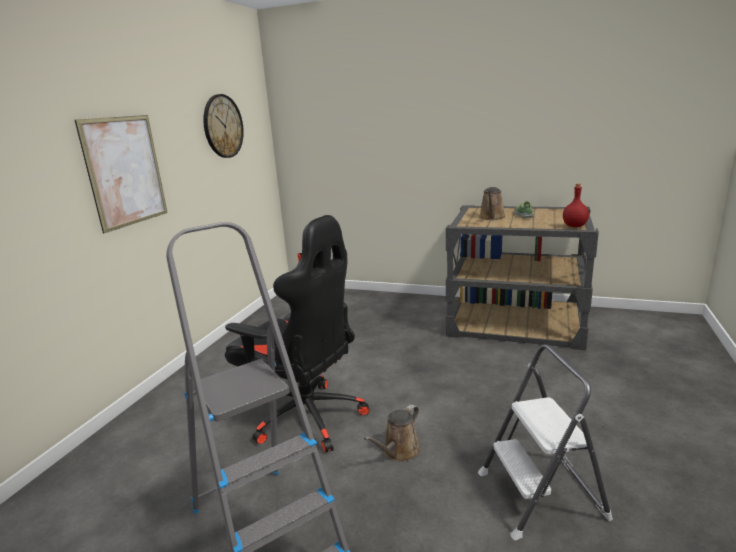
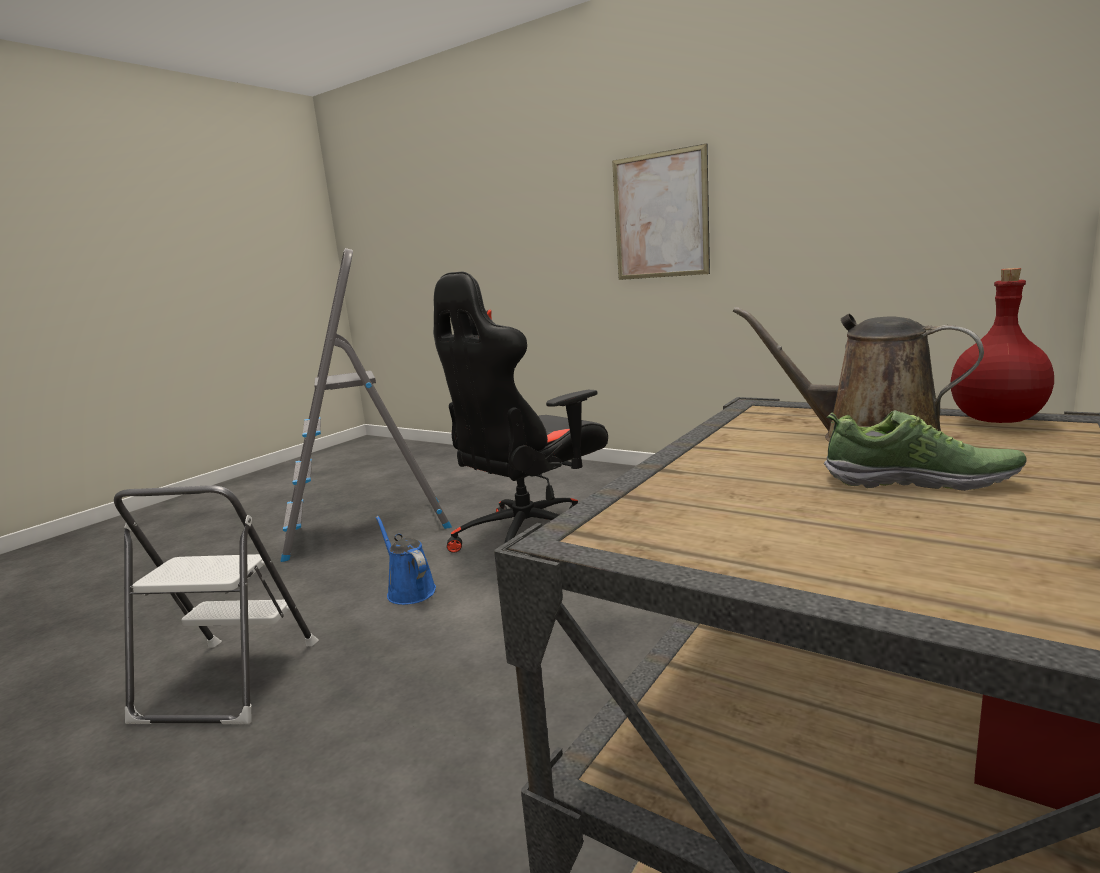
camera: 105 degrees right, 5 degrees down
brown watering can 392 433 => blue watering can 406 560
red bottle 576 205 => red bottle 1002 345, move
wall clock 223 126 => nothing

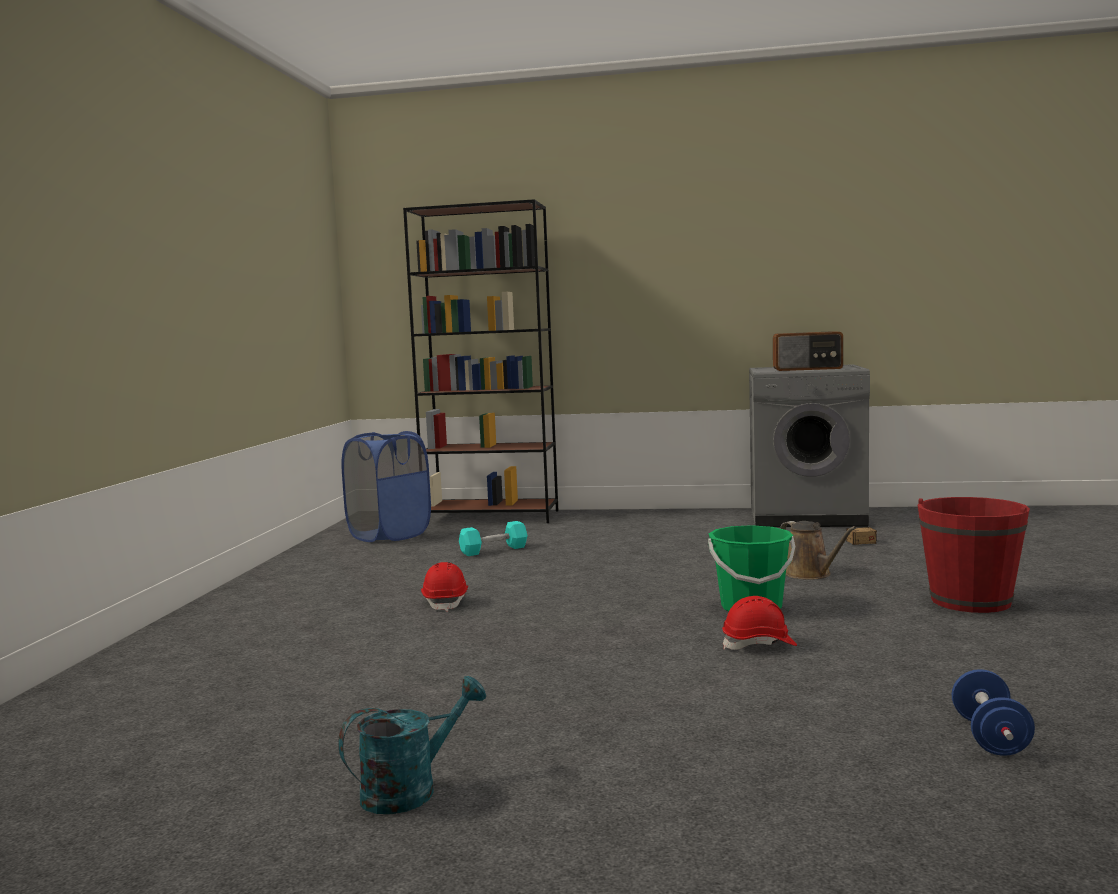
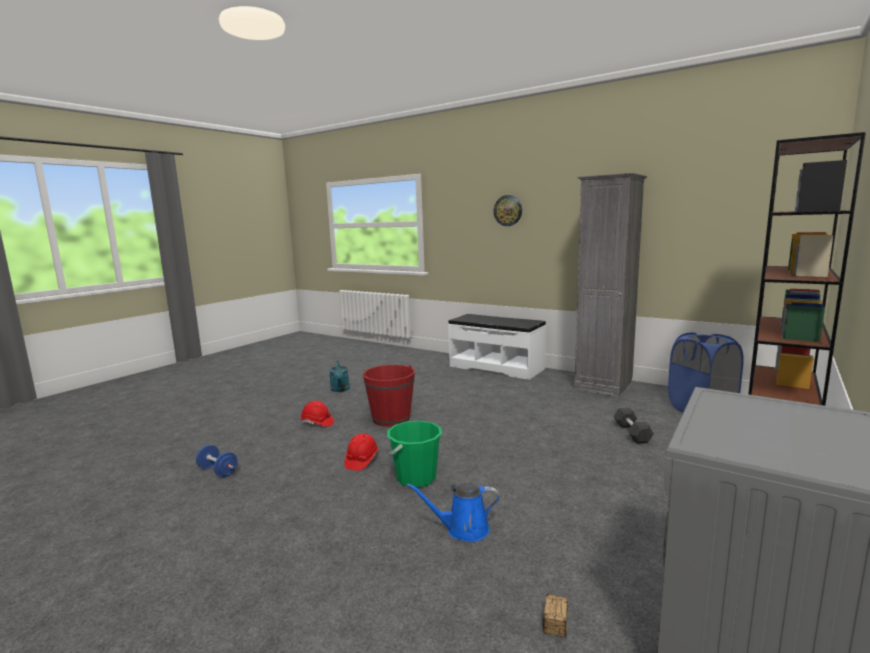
camera: 115 degrees right, 5 degrees up
red hard hat 444 587 => red hard hat 317 414, move
red bucket 974 555 => red bucket 389 396, move
brown watering can 818 550 => blue watering can 453 512
nothing => white bench 497 347
nothing => wall clock 508 210
nothing => grey cabinet 610 285
turquoise dumbbell 493 538 => grey dumbbell 633 425
radio 808 351 => nothing

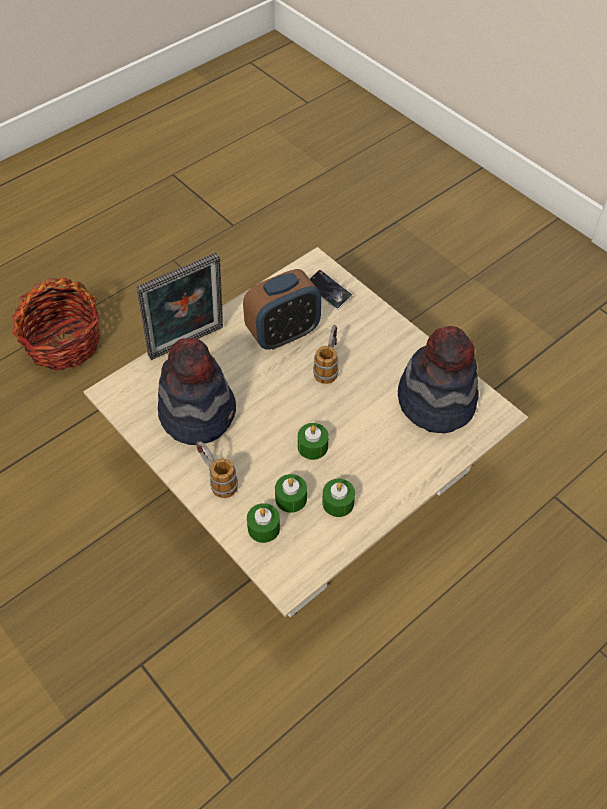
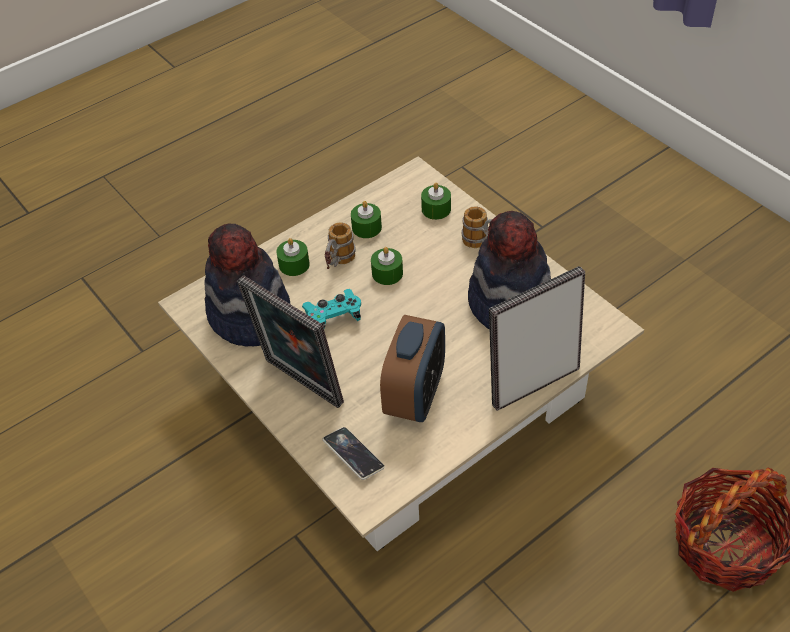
camera: 175 degrees left, 5 degrees down
nothing => picture frame 290 341
green candle 291 493 => green candle 293 257, move
nothing => turquoise game controller 331 309
mug 326 354 => mug 340 246, move
alarm clock 282 309 => alarm clock 412 368, 135 degrees clockwise

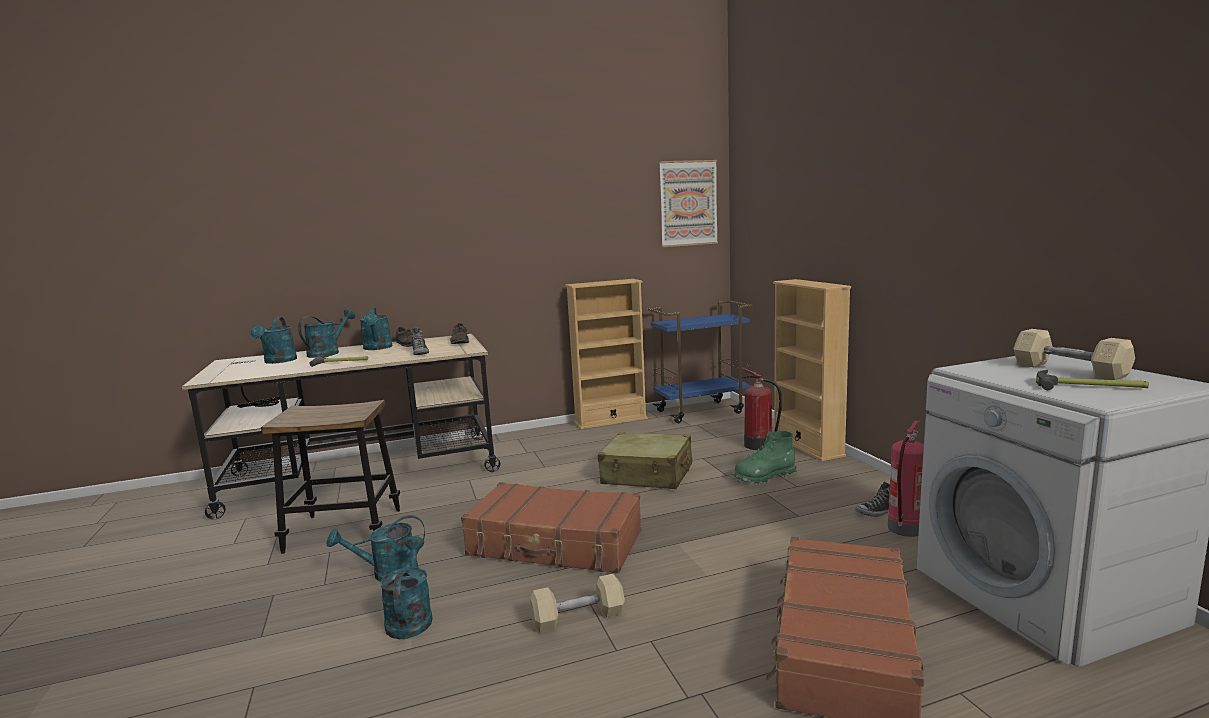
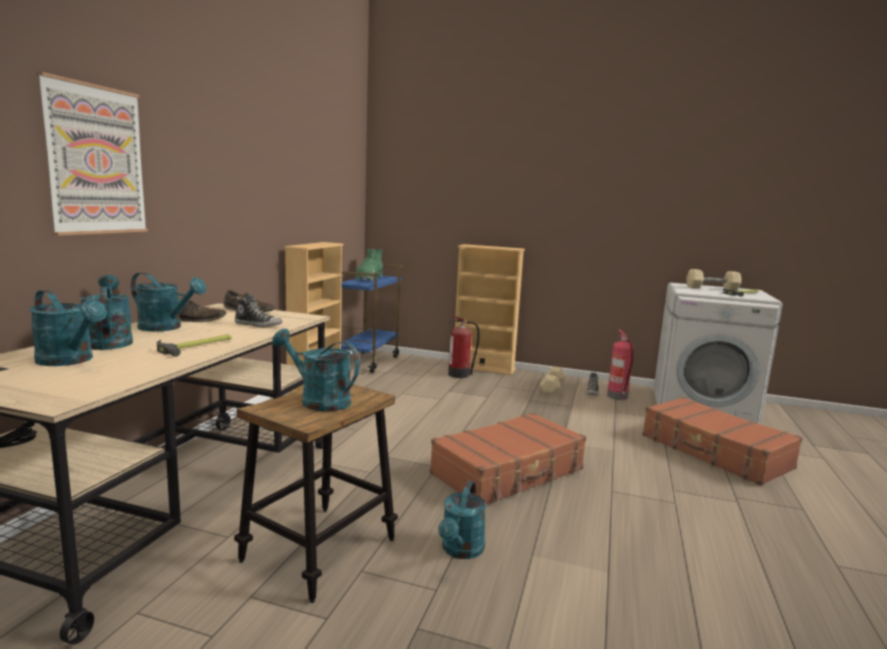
camera: 55 degrees left, 0 degrees up
picture 688 203 => picture 92 154, move
turquoise watering can 406 587 => turquoise watering can 316 370, move
green boot 765 458 => green boot 369 264, move
beige dumbbell 577 603 => beige dumbbell 552 380, move
beige suitcase 645 460 => nothing

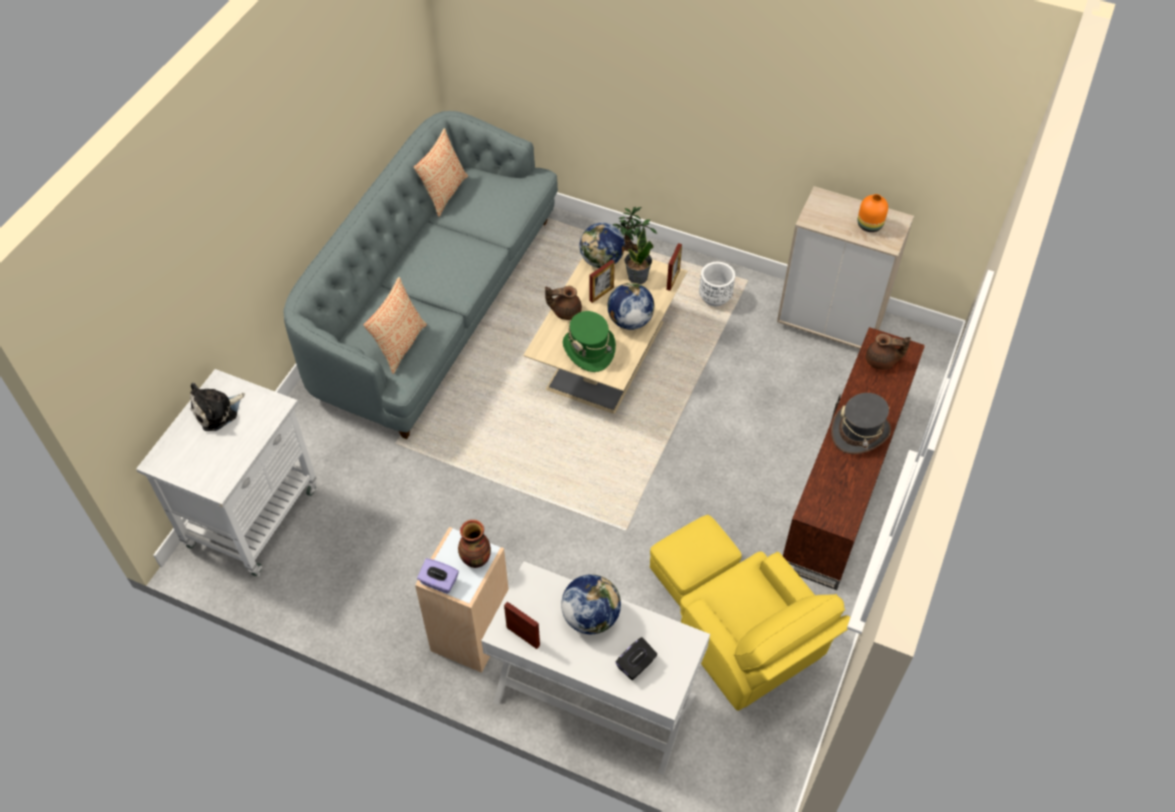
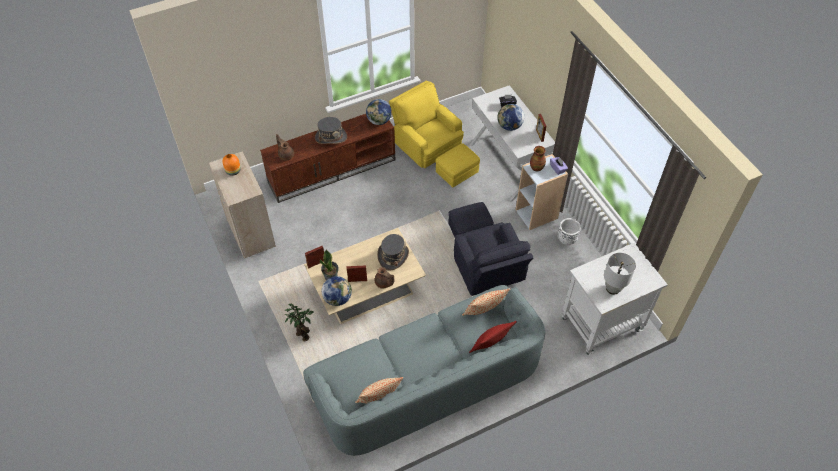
camera: 140 degrees left, 0 degrees up
globe 631 306 => globe 379 112, move
green hat 589 341 => grey hat 393 252
yellow armchair 750 613 => yellow armchair 434 134, 45 degrees counterclockwise
nothing => black armchair 490 249
nothing => red pillow 493 337
white planter 717 284 => white planter 569 231, move
plush toy 217 407 => white table lamp 620 274

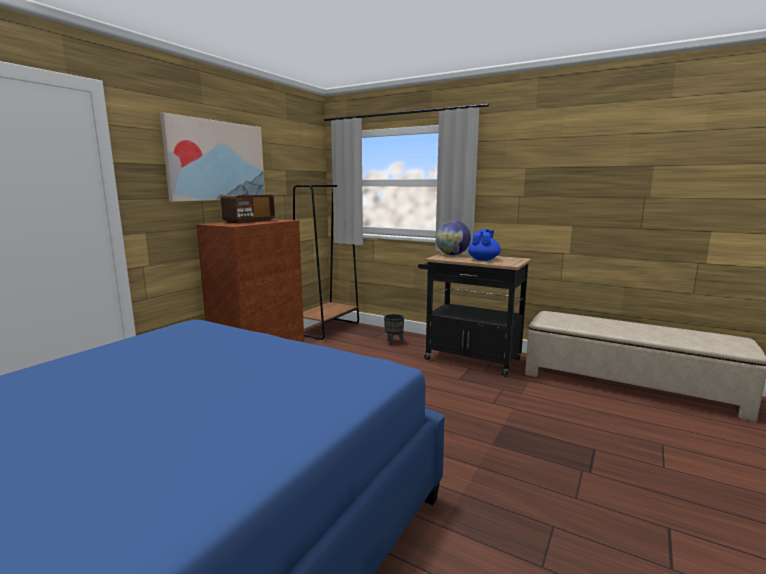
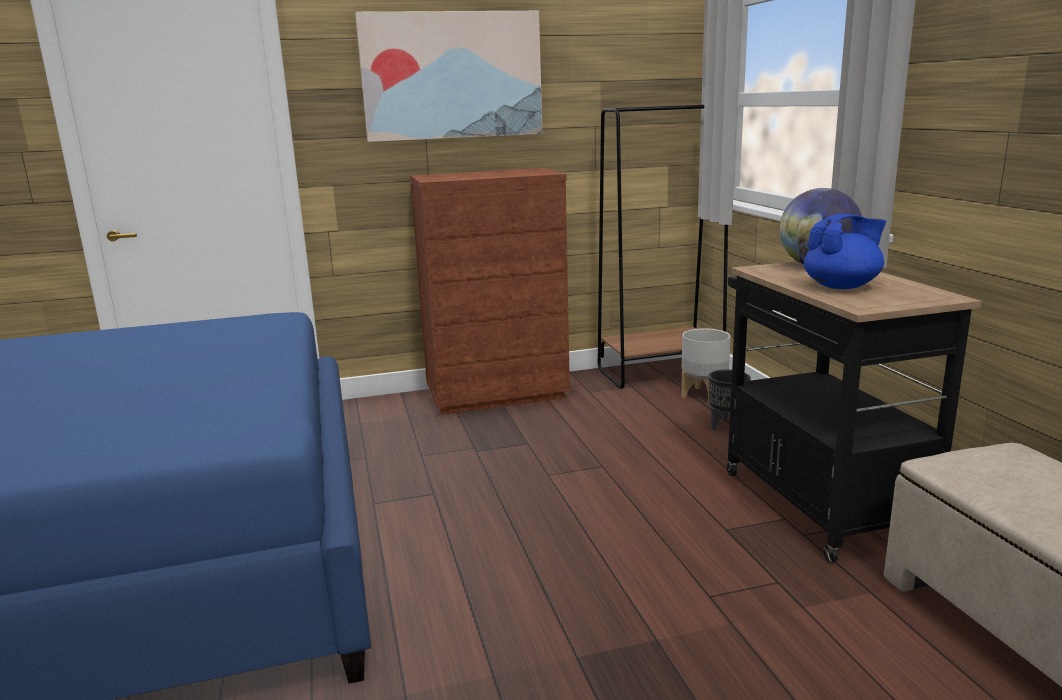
camera: 45 degrees right, 5 degrees up
nothing => grey planter 706 366
radio 248 209 => nothing

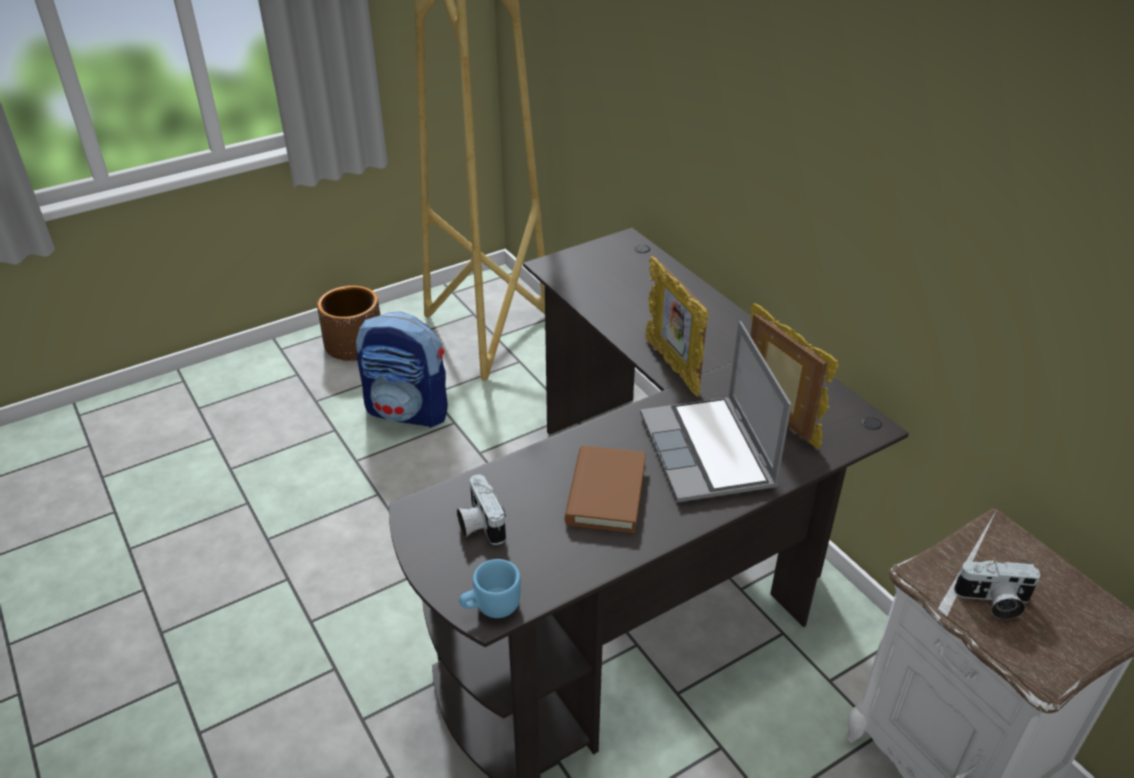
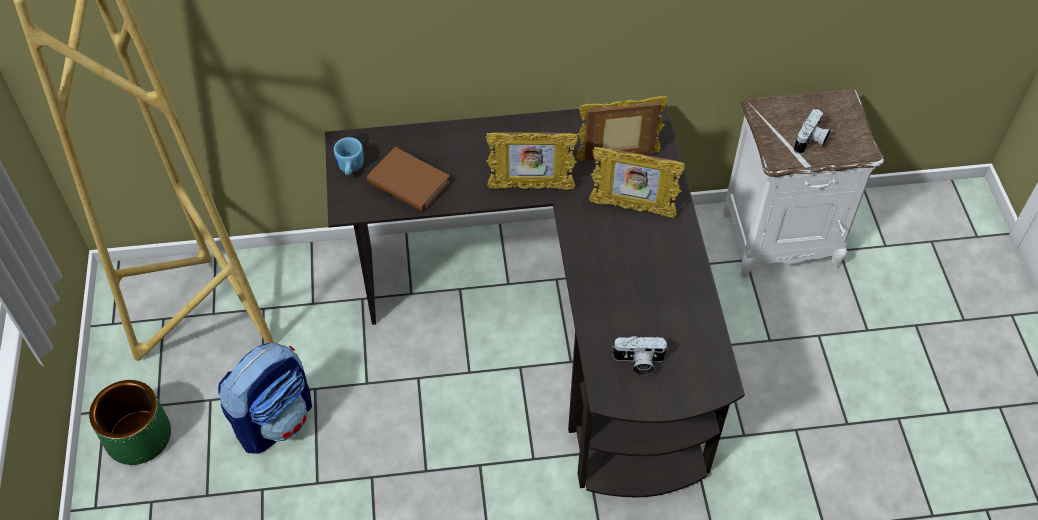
camera: 65 degrees left, 15 degrees up
brown planter 348 323 => green planter 130 422
blue mug 490 588 => blue mug 349 156, move
brown book 605 489 => brown book 409 179, move
laptop 716 411 => picture frame 637 182

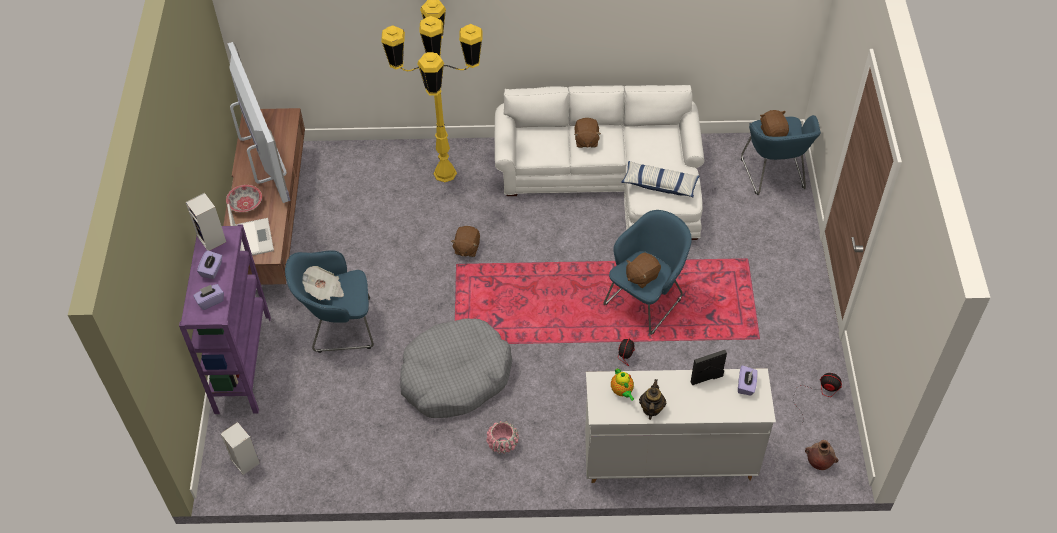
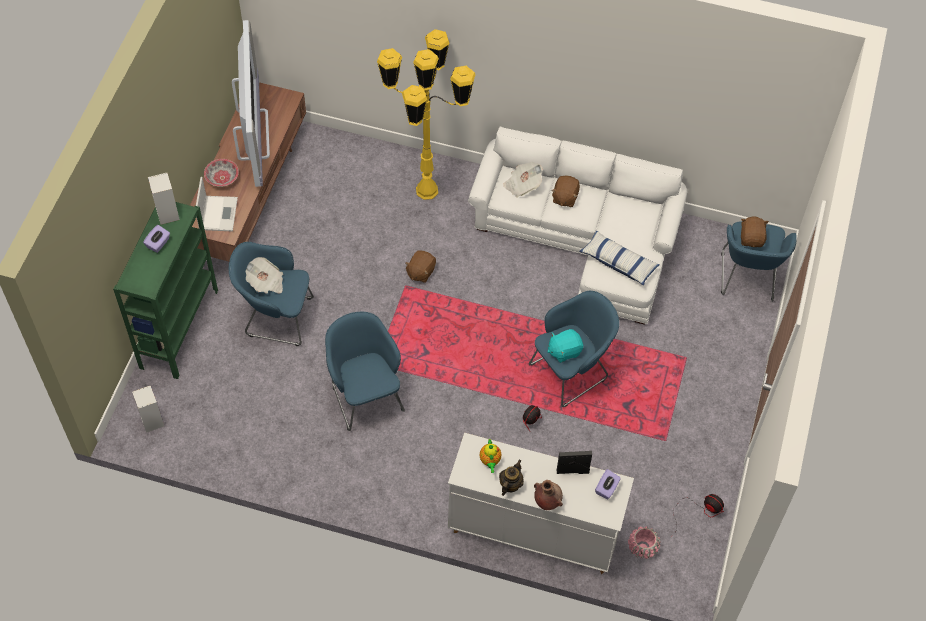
camera: 15 degrees right, 5 degrees up
purple bookcase 225 319 => green bookcase 165 290
grey dog bed 456 368 => blue armchair 365 371
nothing => newspaper 523 180
brown vase 821 455 => brown vase 548 495, move
brown plush toy 643 270 => turquoise plush toy 565 346
pink planter 502 437 => pink planter 644 542, move
purple tissue box 208 297 => nothing

